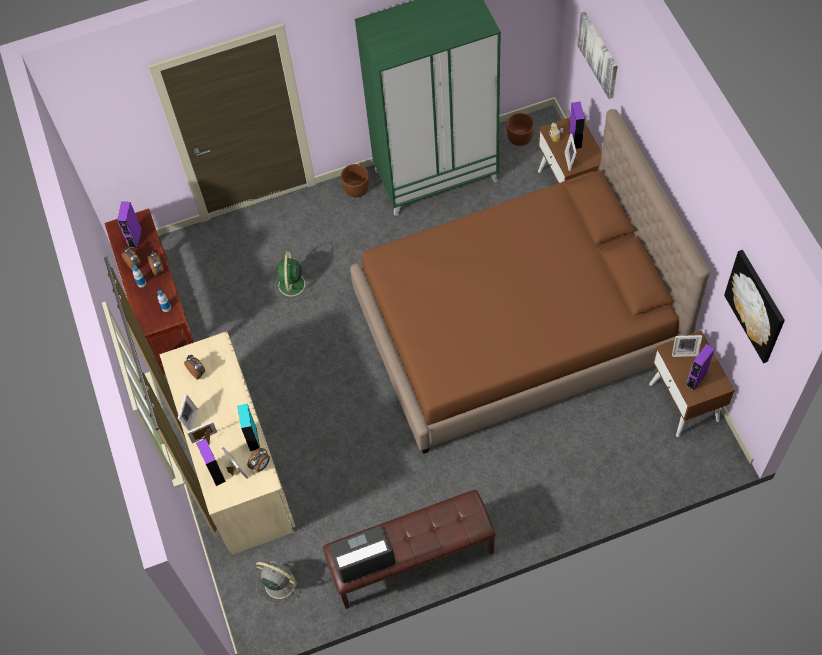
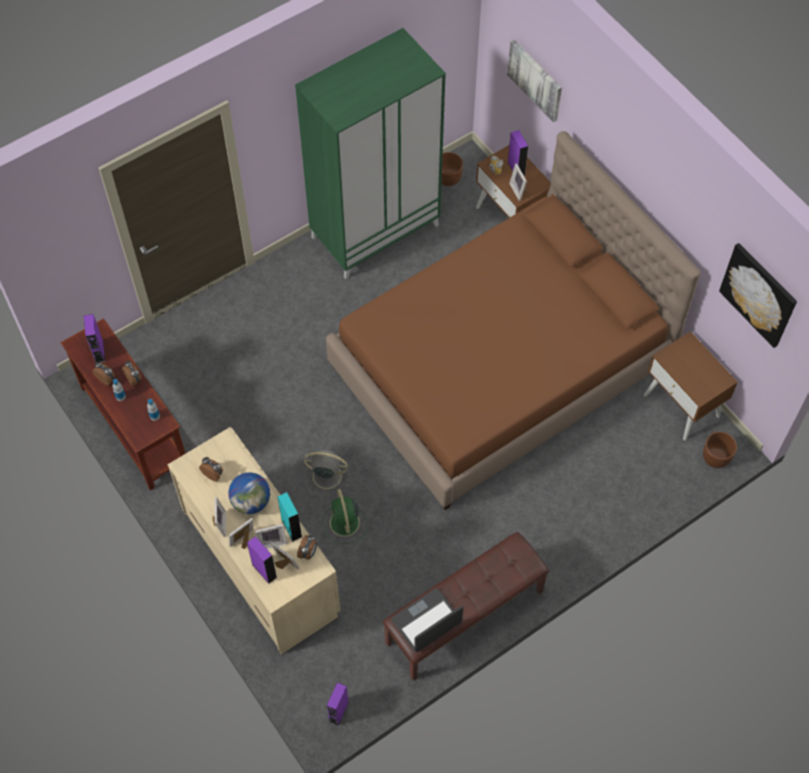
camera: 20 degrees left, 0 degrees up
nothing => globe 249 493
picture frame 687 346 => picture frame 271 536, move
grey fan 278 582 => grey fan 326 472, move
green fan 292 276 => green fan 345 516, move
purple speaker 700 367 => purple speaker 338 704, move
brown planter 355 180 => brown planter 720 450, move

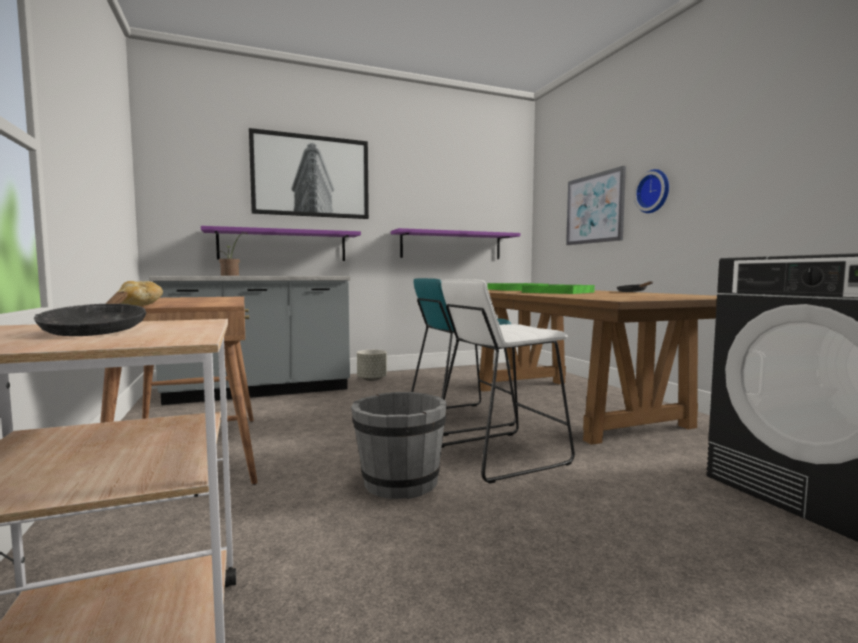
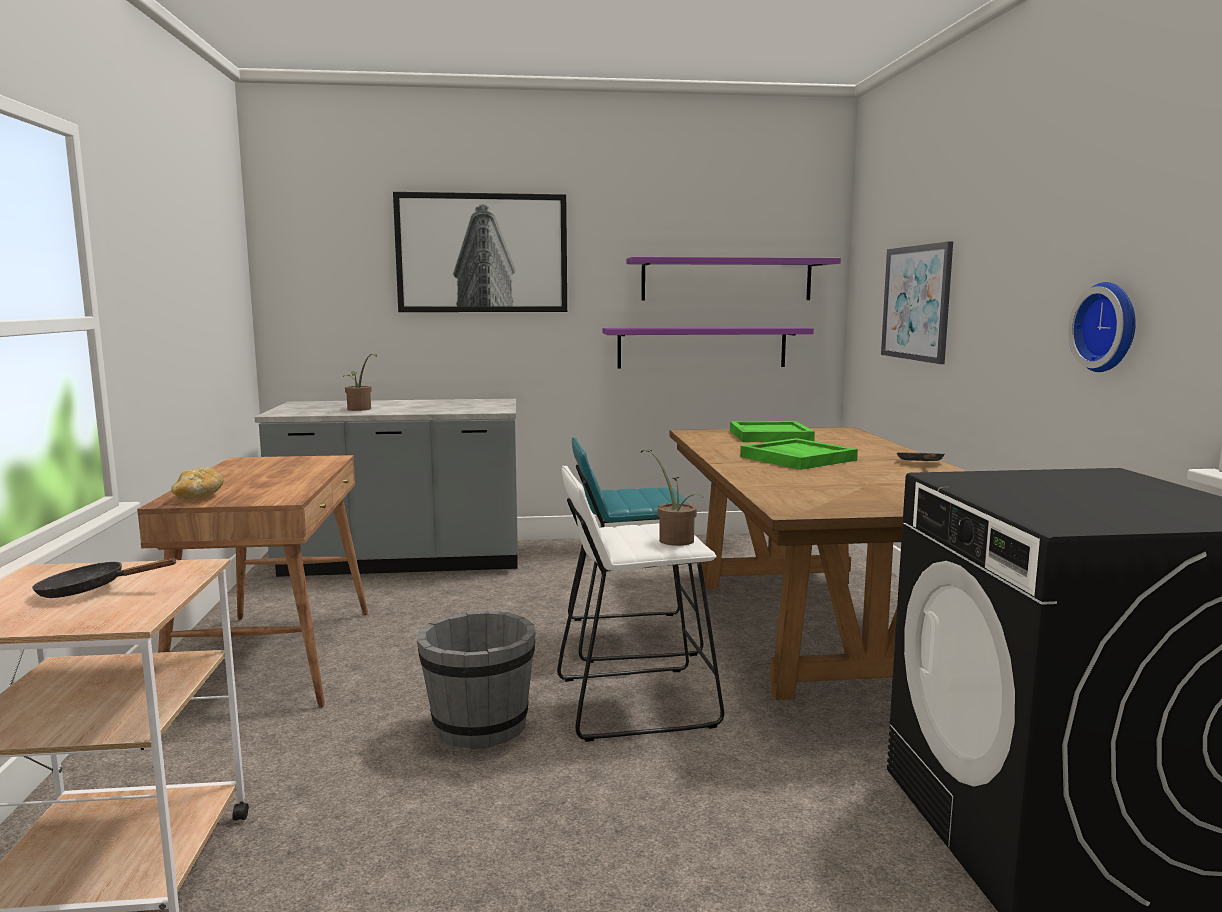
camera: 15 degrees right, 5 degrees up
black frying pan 90 314 => black frying pan 105 578, 90 degrees clockwise
purple shelf 281 243 => purple shelf 733 278, move
nothing => potted plant 672 497
wall clock 651 191 => wall clock 1102 327, move
grey planter 372 365 => nothing

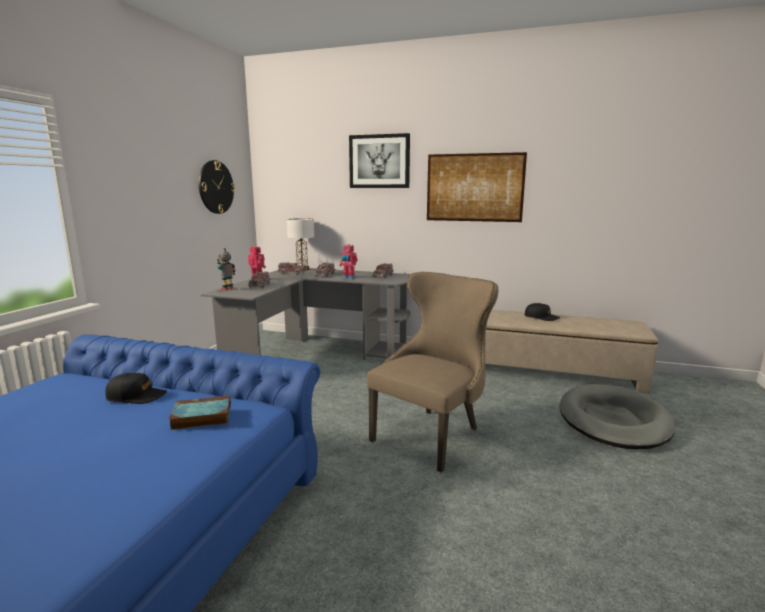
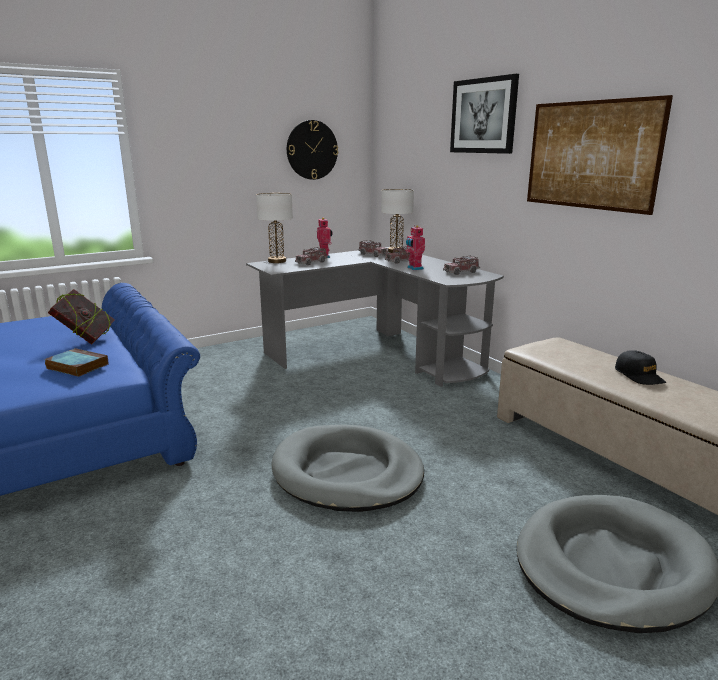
camera: 40 degrees right, 5 degrees up
black cap 136 388 => book 81 317
toy robot 226 269 => table lamp 274 228
beige chair 432 372 => grey dog bed 347 468

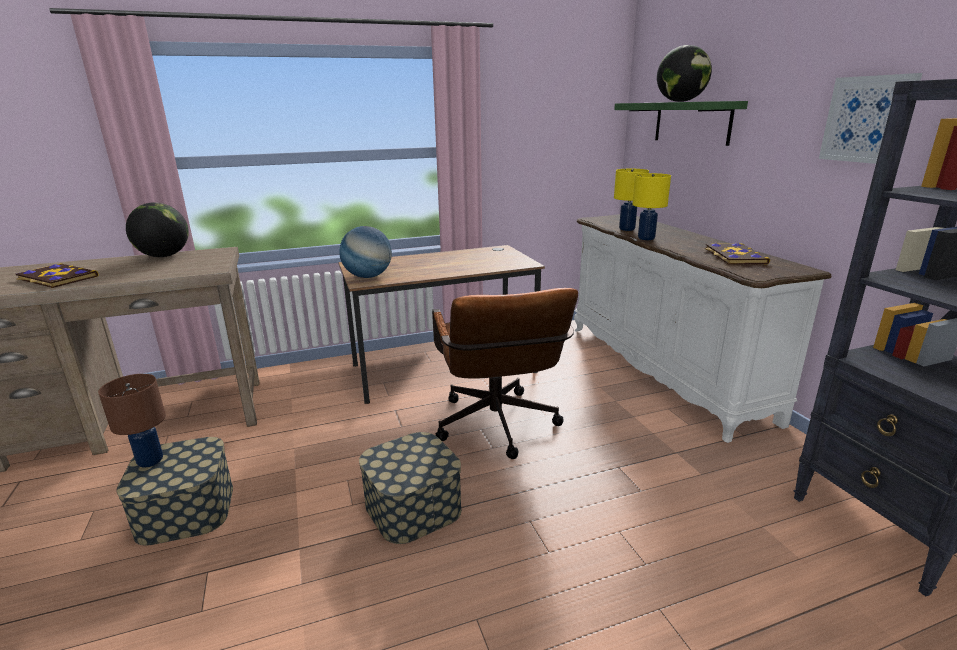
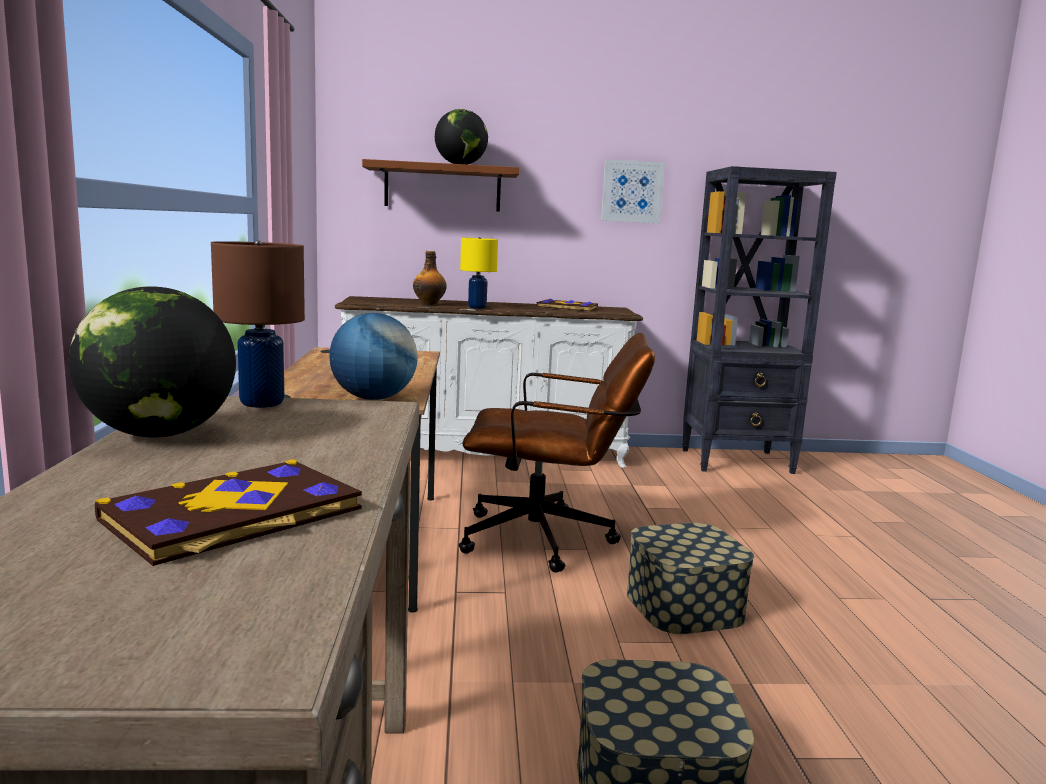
camera: 75 degrees left, 10 degrees down
brown table lamp 132 421 => brown table lamp 258 324, move
green shelf 681 123 => brown shelf 440 185
yellow table lamp 631 200 => bottle 430 278

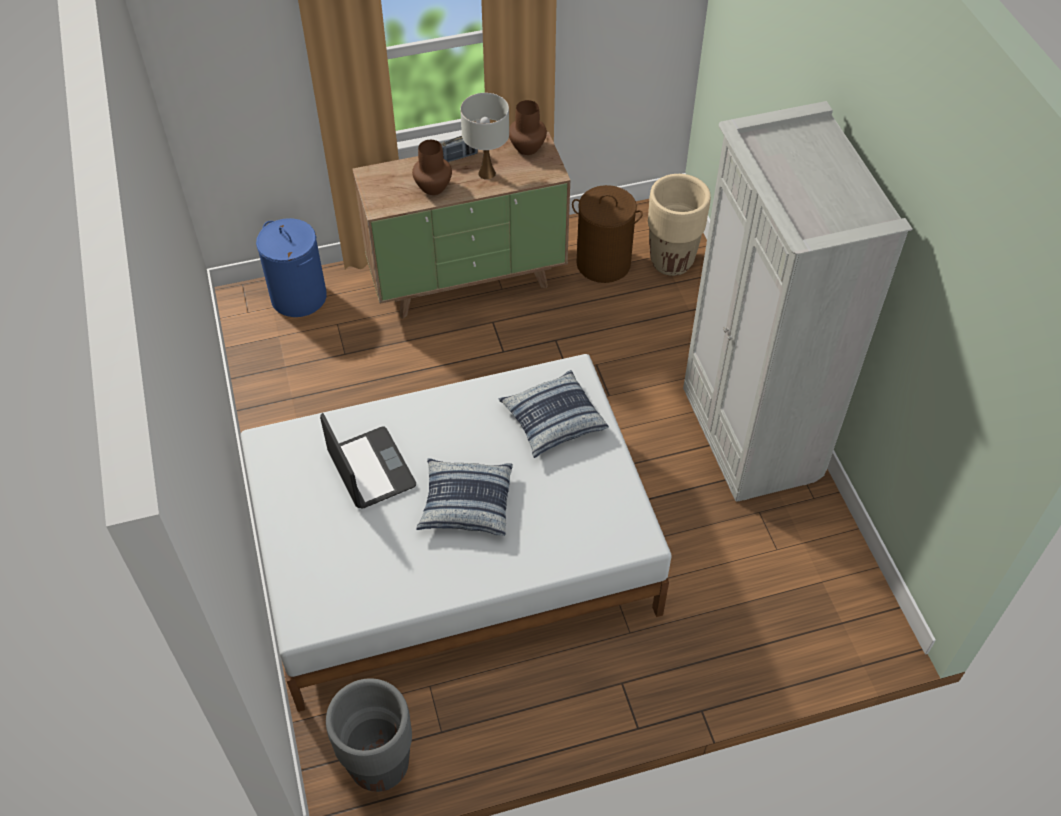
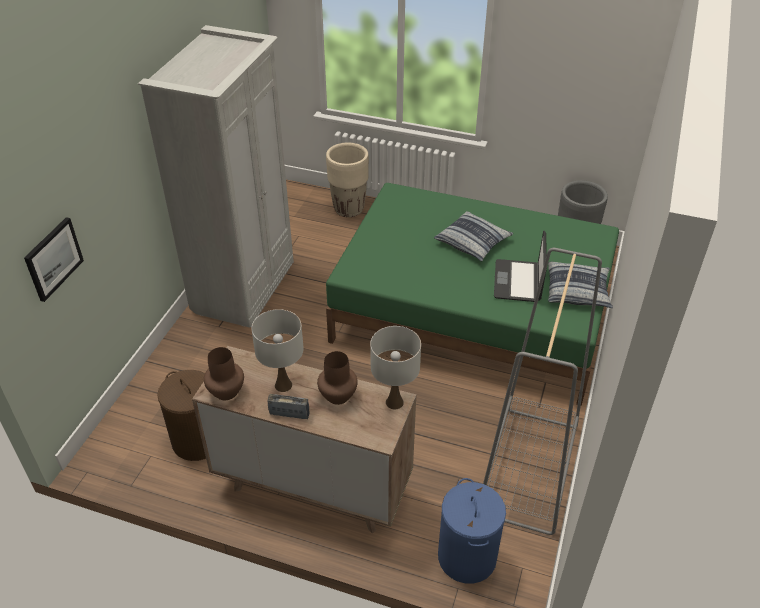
camera: 145 degrees left, 10 degrees down
nothing => picture 54 259
beige planter 679 225 => beige planter 347 179, move
white bed 456 533 => green bed 472 294
nothing => white table lamp 395 367
nothing => grey clothes rack 542 391
pillow 553 414 => pillow 580 285, move

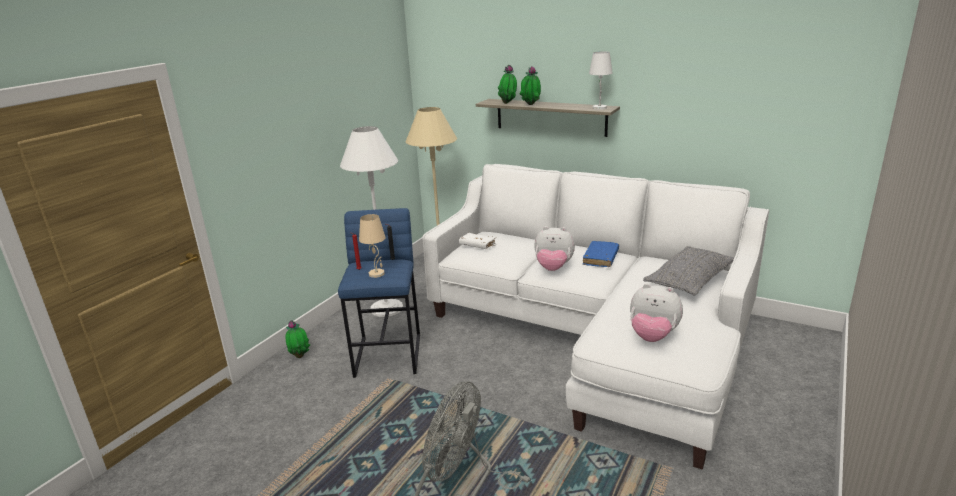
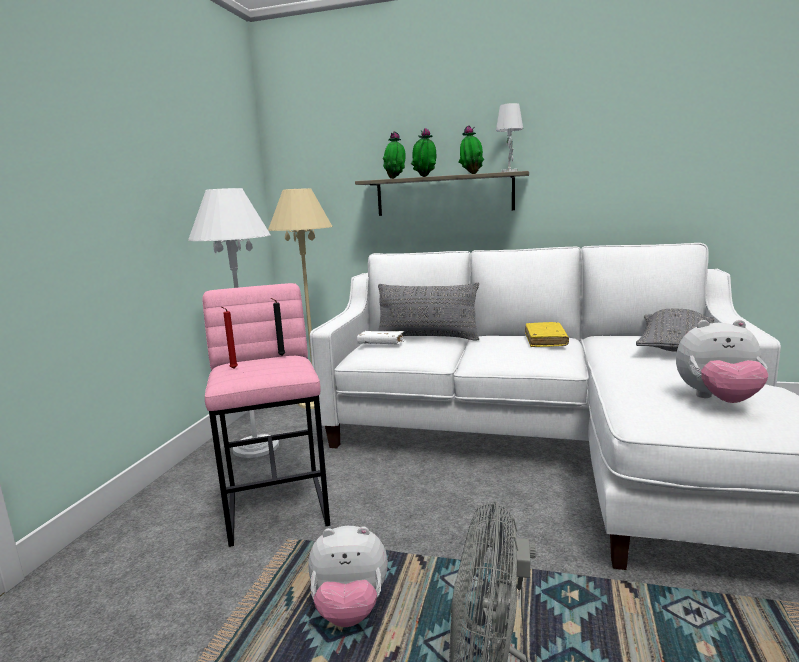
camera: 15 degrees left, 10 degrees down
blue stool 379 293 => pink stool 266 415
plush toy 554 248 => plush toy 348 576, move
nothing => grey pillow 428 311
potted plant 298 339 => potted plant 471 149, move
blue book 601 254 => yellow book 547 334
beige table lamp 372 246 => nothing

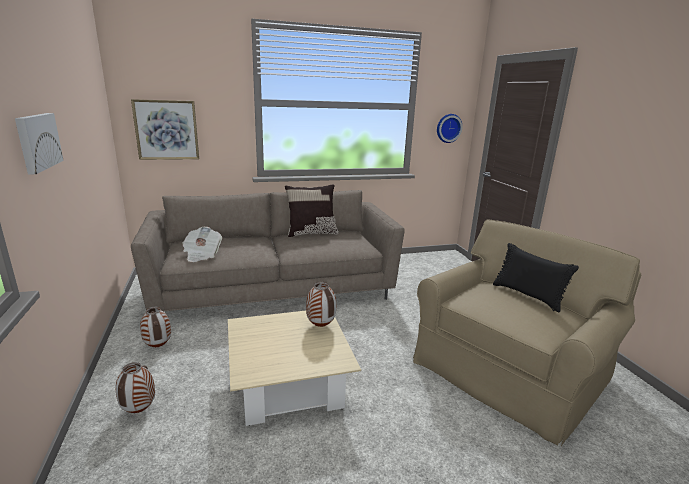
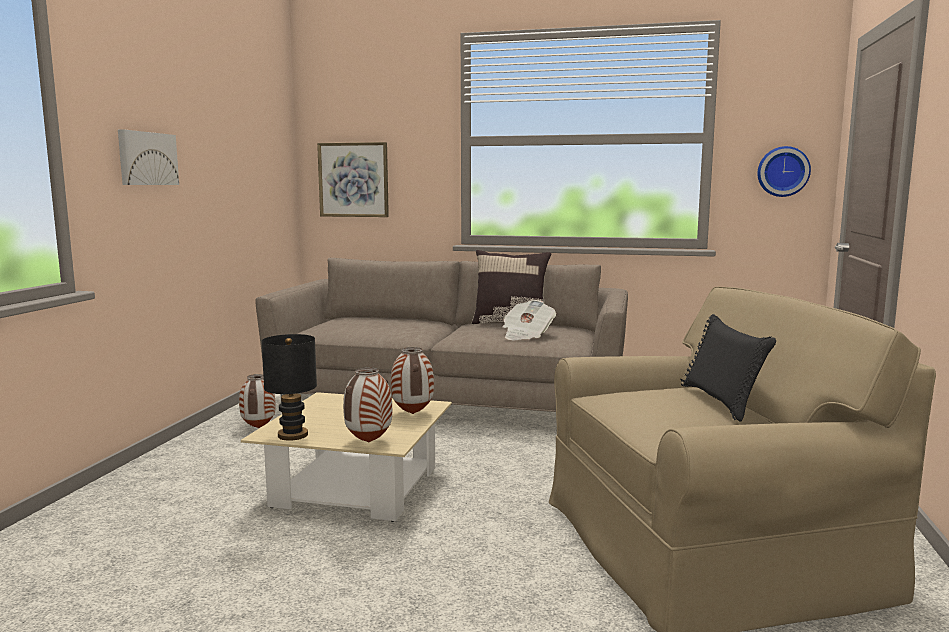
camera: 30 degrees right, 10 degrees down
nothing => black table lamp 289 387
vase 135 387 => vase 367 404, move
newspaper 202 244 => newspaper 529 320, move

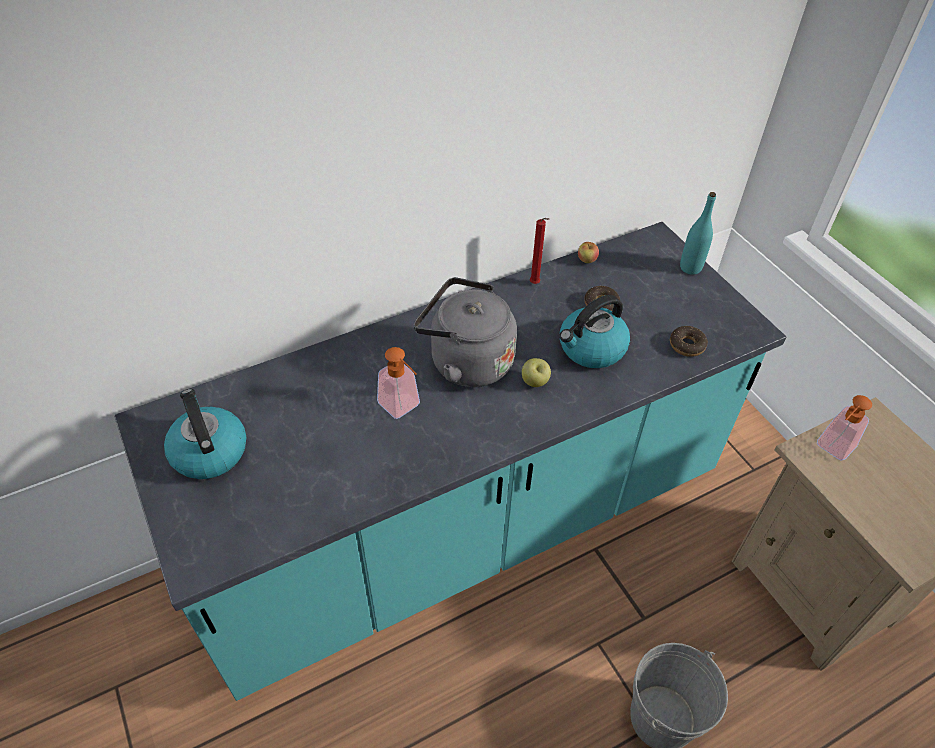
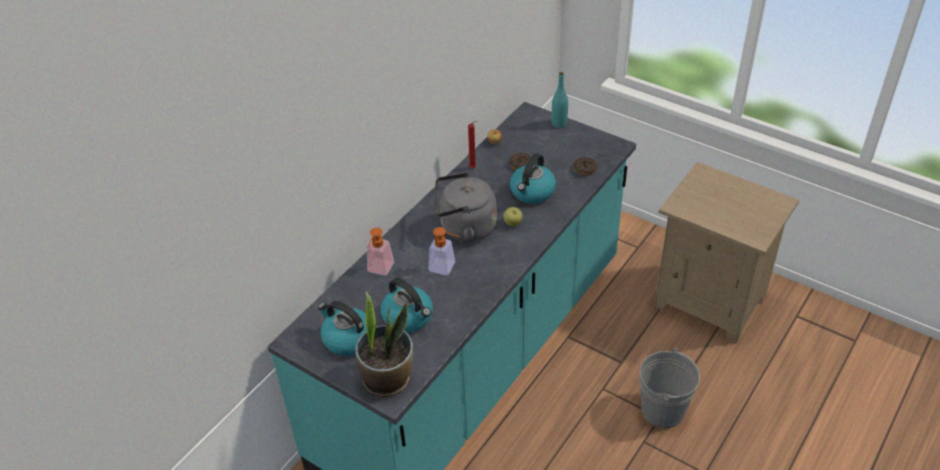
camera: 25 degrees left, 5 degrees down
nothing => potted plant 384 344
soap dispenser 844 428 => soap dispenser 380 252, move
nothing => kettle 407 305

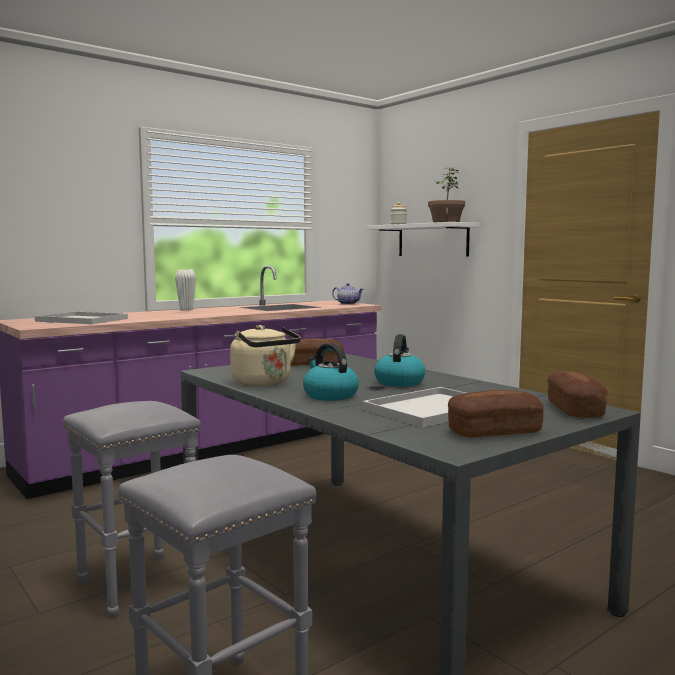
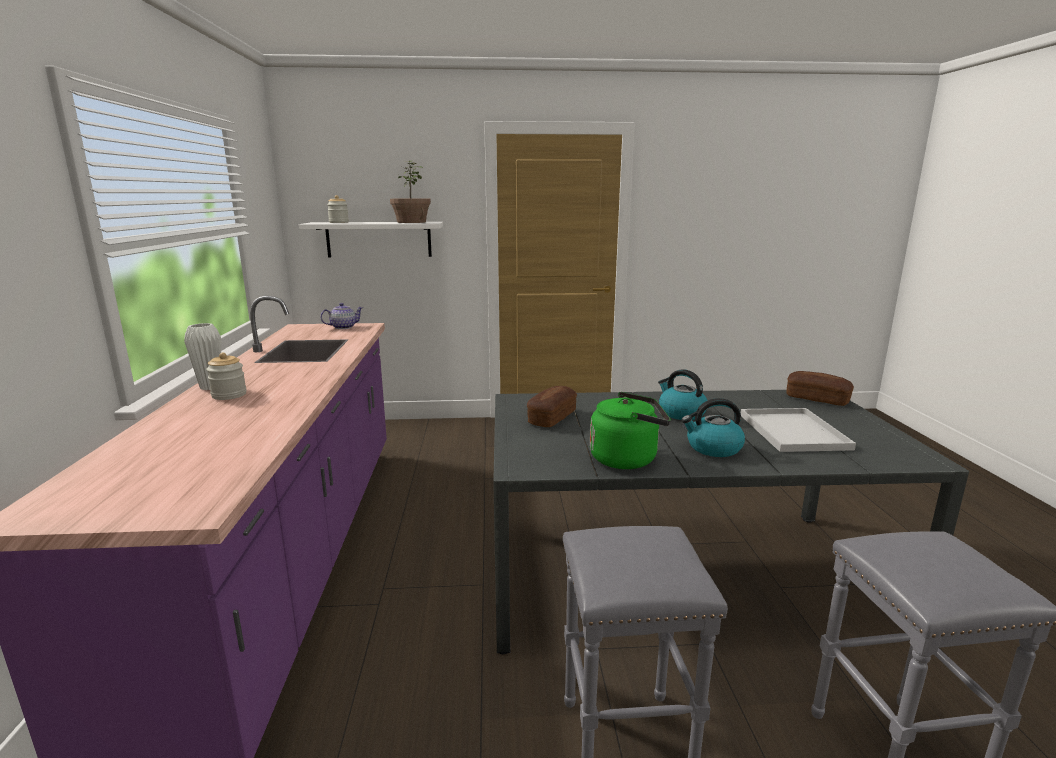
camera: 55 degrees left, 10 degrees up
nothing => jar 226 376
beige kettle 265 355 => green kettle 630 430
white tray 81 317 => nothing
bread 496 414 => nothing

